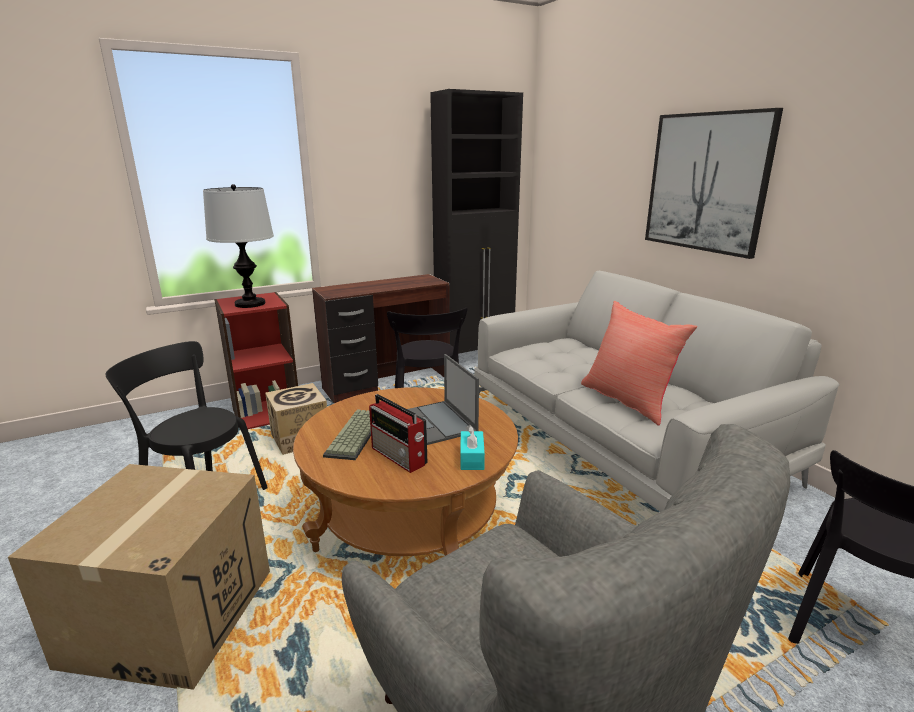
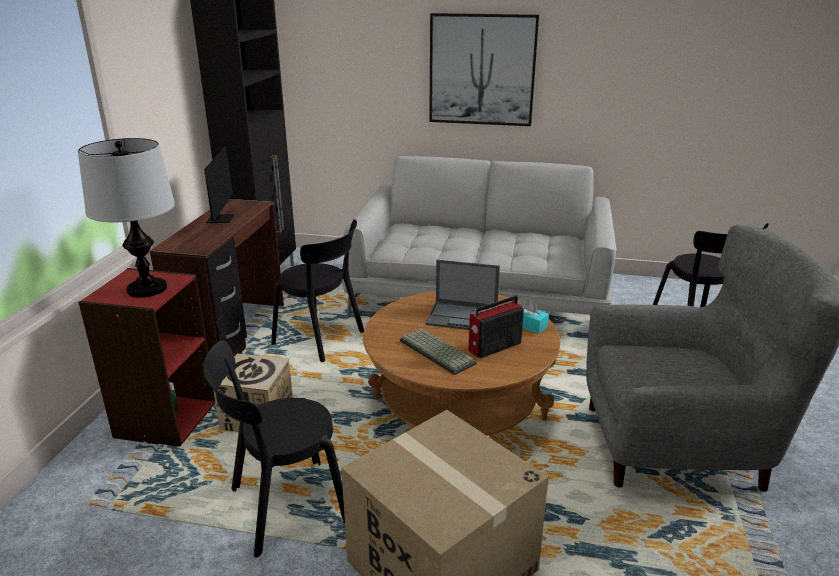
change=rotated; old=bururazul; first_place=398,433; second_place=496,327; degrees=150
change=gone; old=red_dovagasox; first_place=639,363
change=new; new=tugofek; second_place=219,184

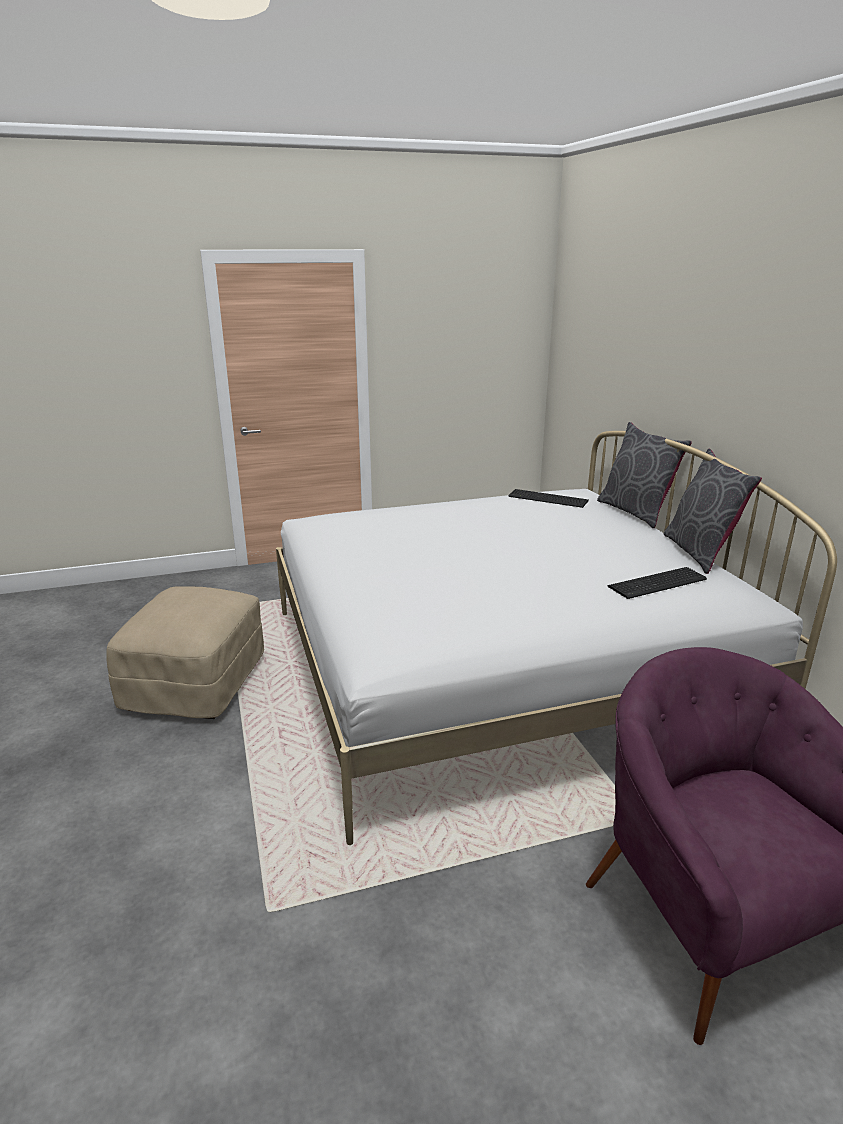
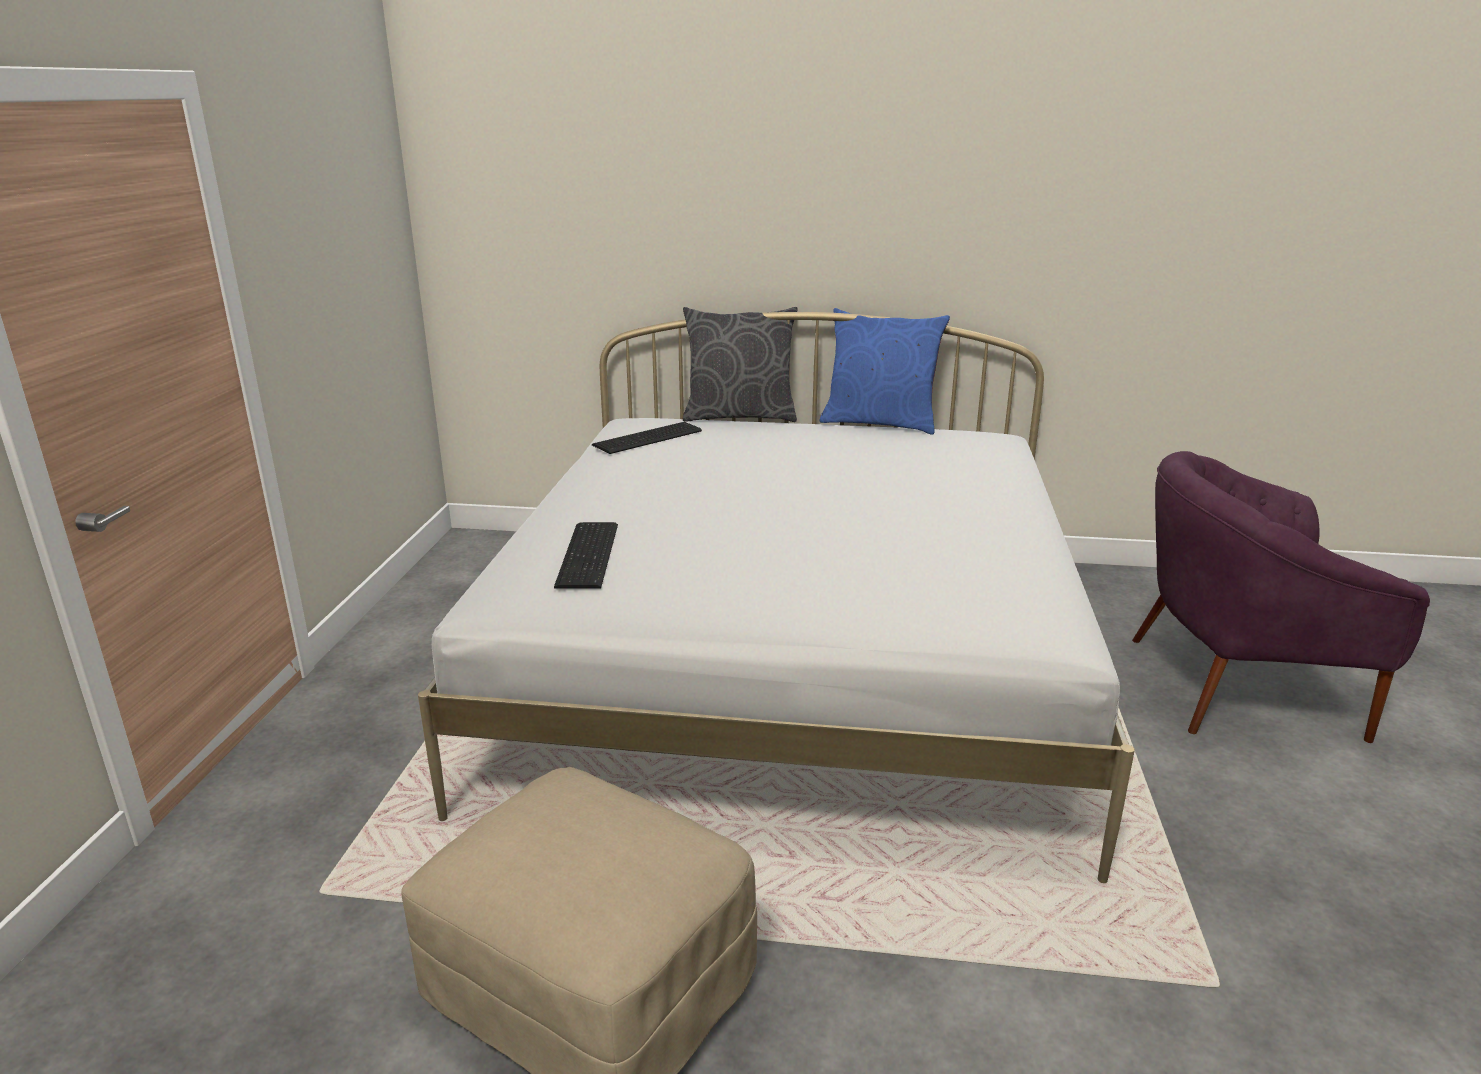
change=shifted; old=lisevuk; first_place=657,583; second_place=586,555
change=repainted; old=grey_dovagasox; new=blue_dovagasox; first_place=713,511; second_place=885,371

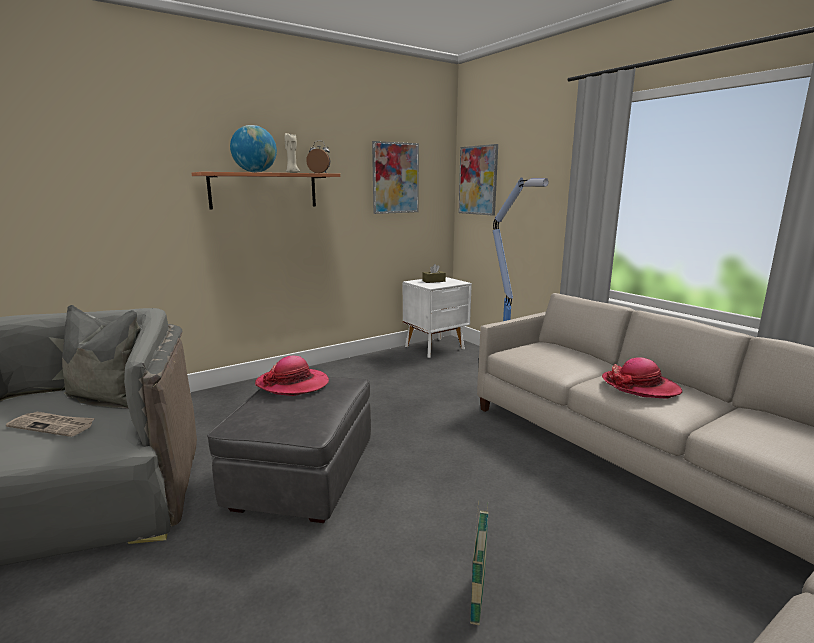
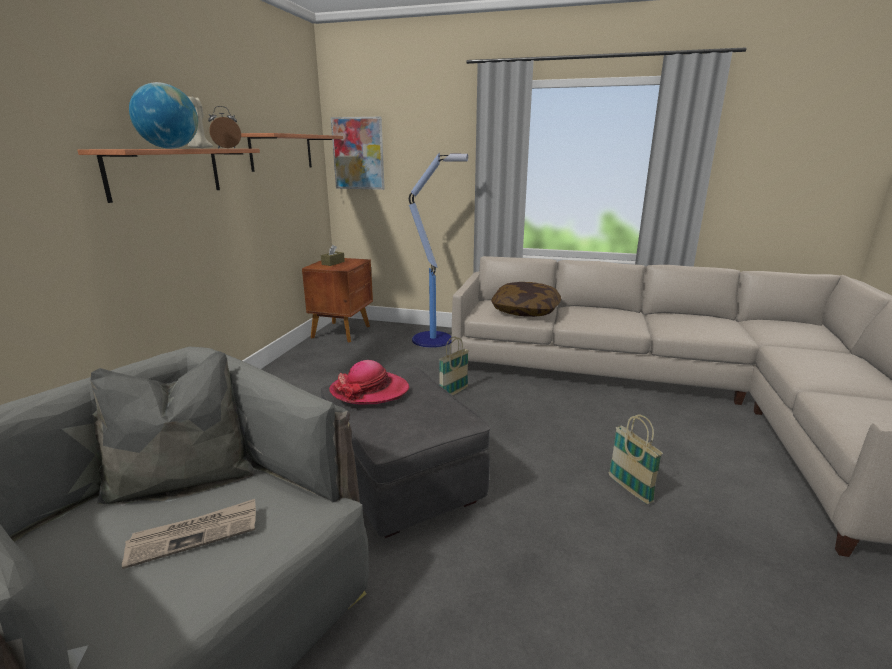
change=swapped; old=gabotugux; new=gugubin; first_place=395,177; second_place=292,152
change=repainted; old=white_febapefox; new=brown_febapefox; first_place=437,317; second_place=337,300
change=gone; old=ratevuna; first_place=642,378
change=new; new=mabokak; second_place=454,365
change=new; new=dovagasox; second_place=526,299

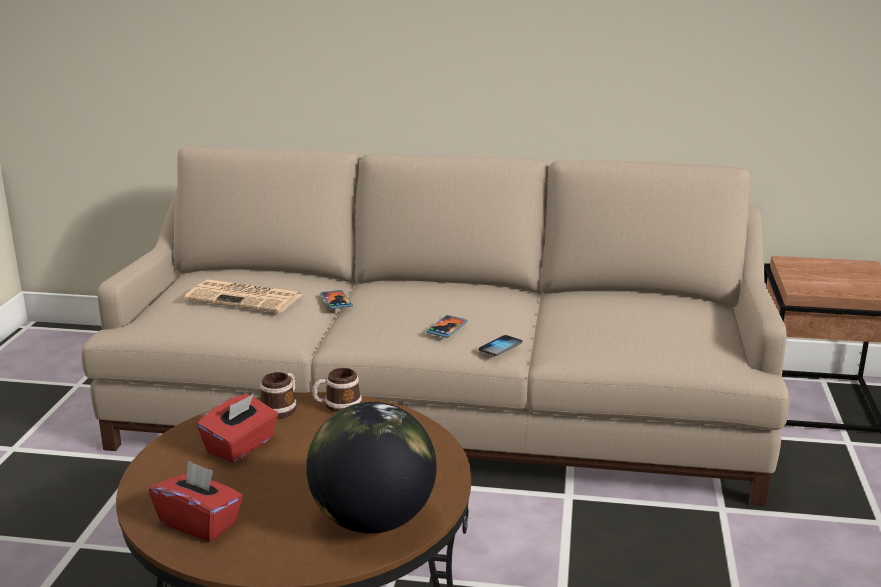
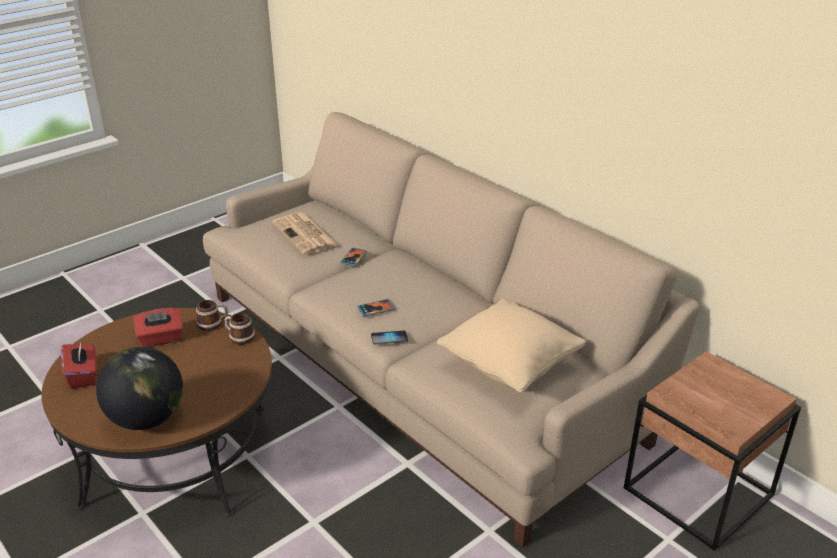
change=new; new=beige_dovagasox; second_place=511,346

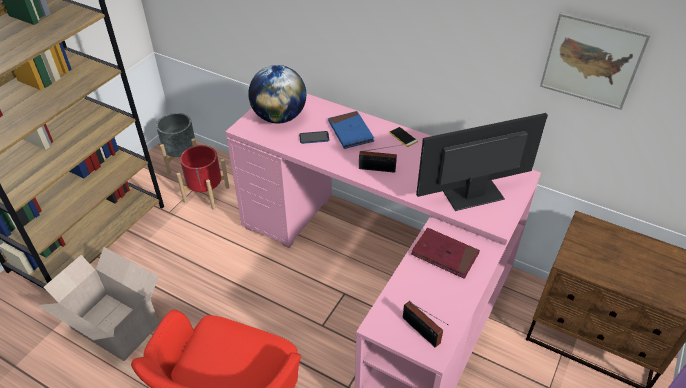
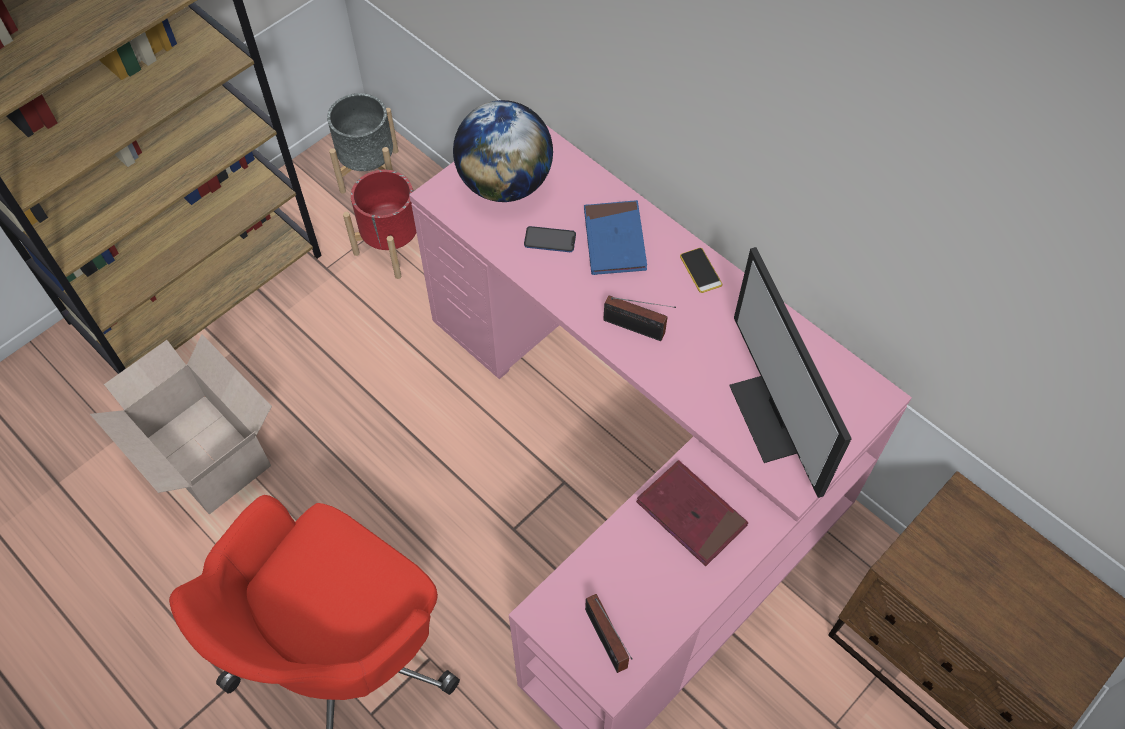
change=rotated; old=tugofek; first_place=482,162; second_place=790,372; degrees=-105
change=gone; old=gabotugux; first_place=595,61

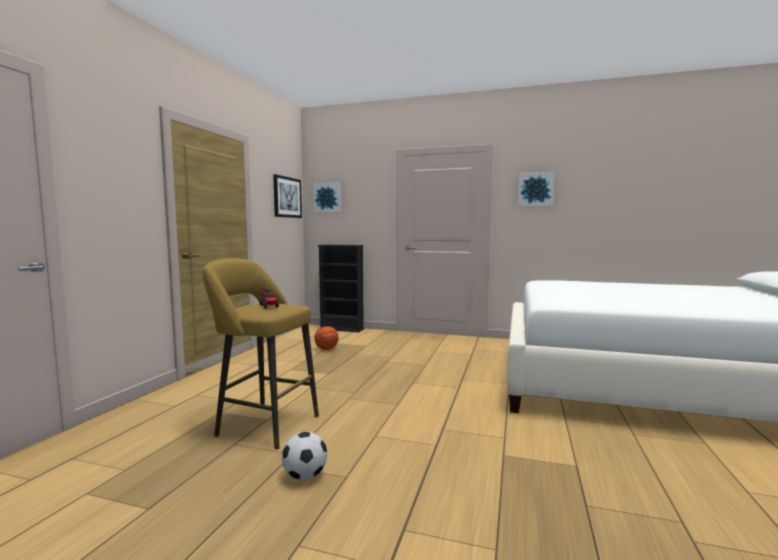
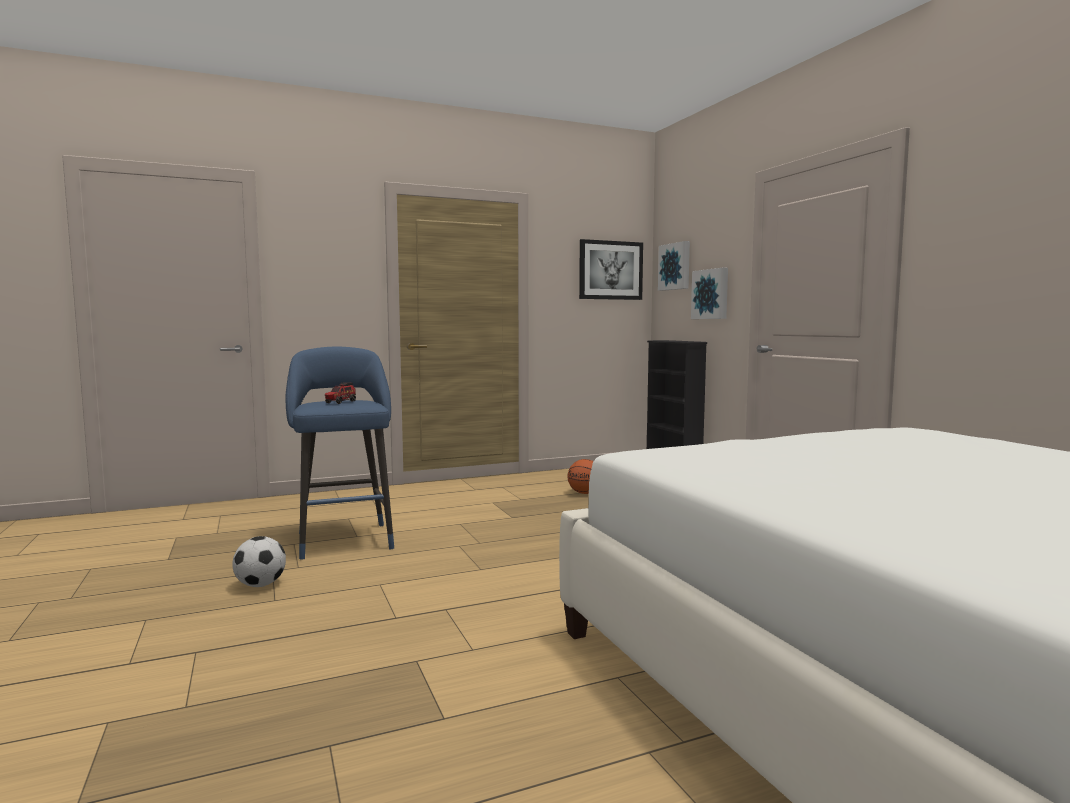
change=repainted; old=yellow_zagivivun; new=blue_zagivivun; first_place=261,353; second_place=340,453
change=shifted; old=gabotugux; first_place=536,189; second_place=709,293

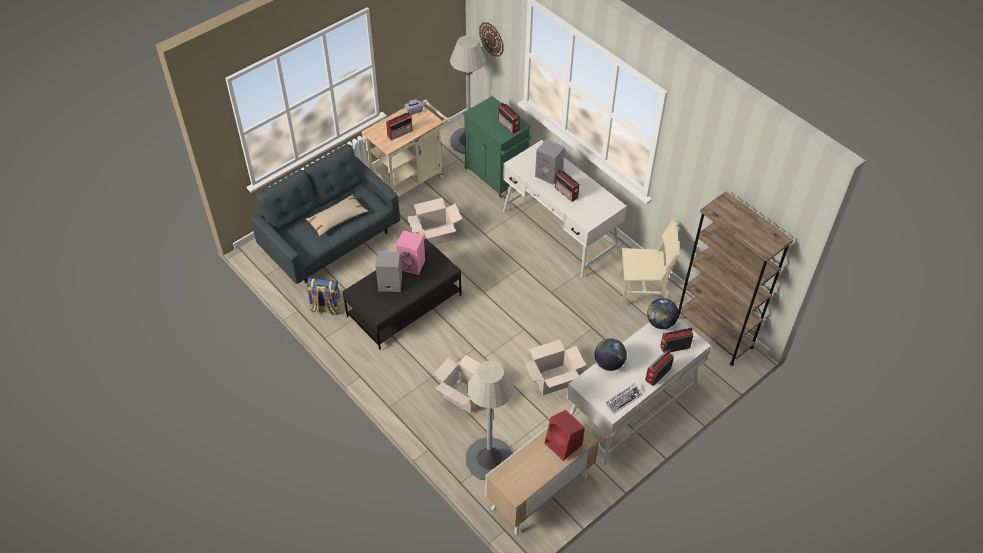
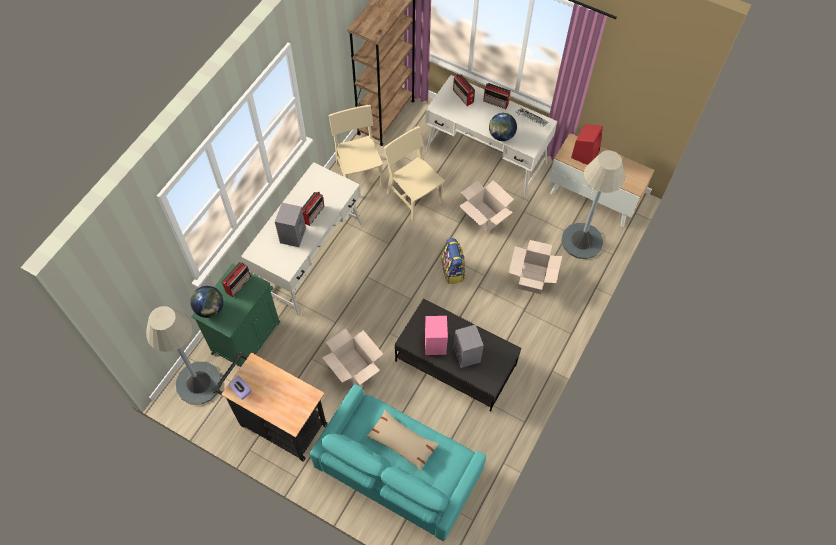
change=repainted; old=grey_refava; new=turquoise_refava; first_place=325,214; second_place=398,462
change=shifted; old=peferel; first_place=324,297; second_place=453,261
change=repainted; old=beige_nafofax; new=black_nafofax; first_place=405,148; second_place=270,407
change=gone; old=bururazul; first_place=399,126
change=gone; old=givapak; first_place=491,39
change=shifted; old=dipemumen; first_place=663,313; second_place=206,302
change=new; new=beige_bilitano; second_place=414,174

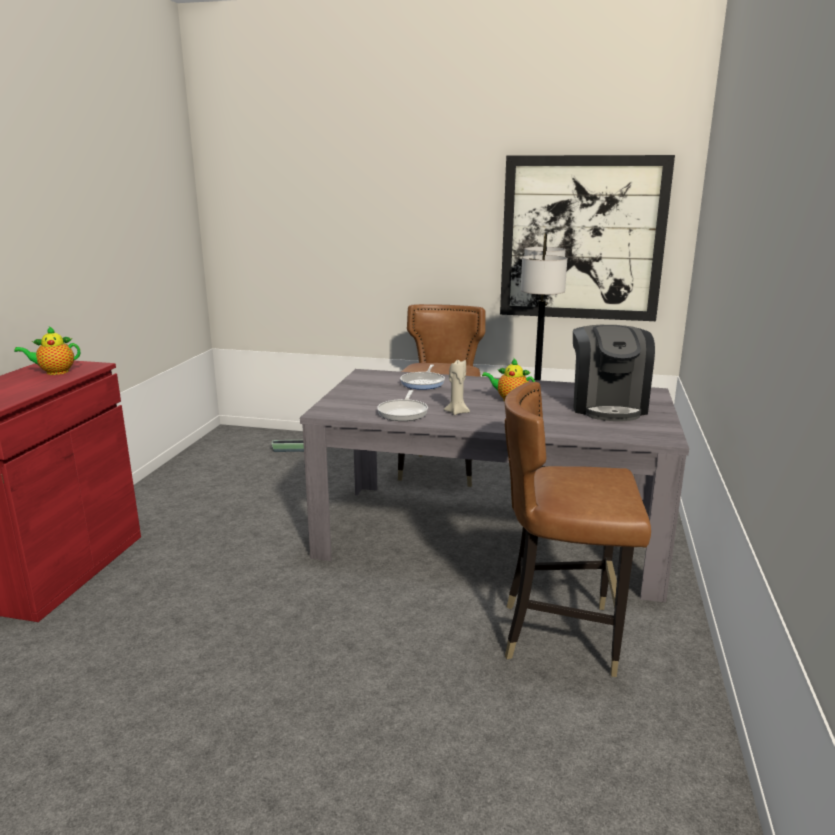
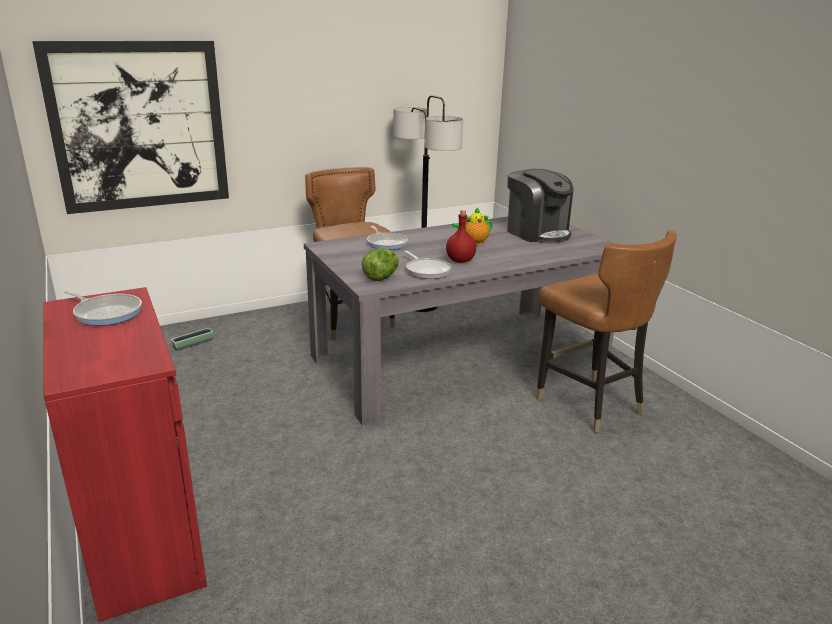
change=swapped; old=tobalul; new=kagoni; first_place=47,350; second_place=103,308
change=swapped; old=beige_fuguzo; new=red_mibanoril; first_place=457,387; second_place=461,236
change=shifted; old=gabotugux; first_place=587,238; second_place=130,127
change=rotated; old=brown_bilitano; first_place=577,529; second_place=606,331; degrees=-90
change=new; new=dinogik; second_place=380,264

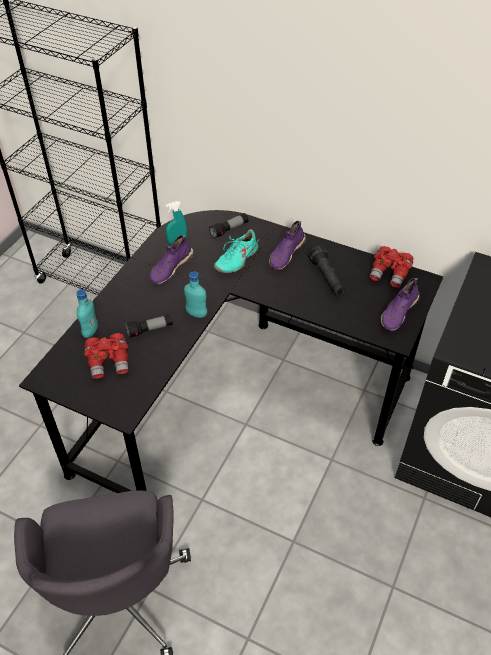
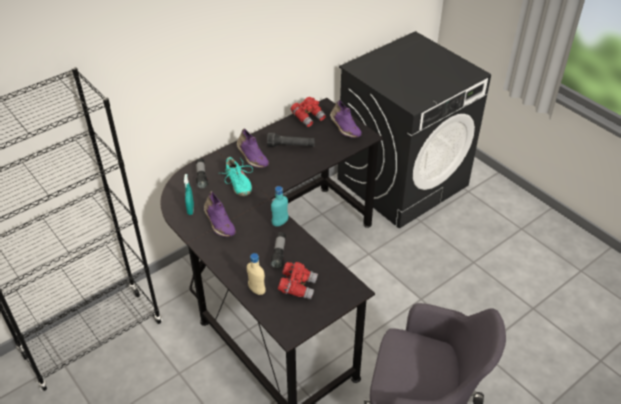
change=repainted; old=turquoise_mibanoril; new=beige_mibanoril; first_place=87,313; second_place=256,274

